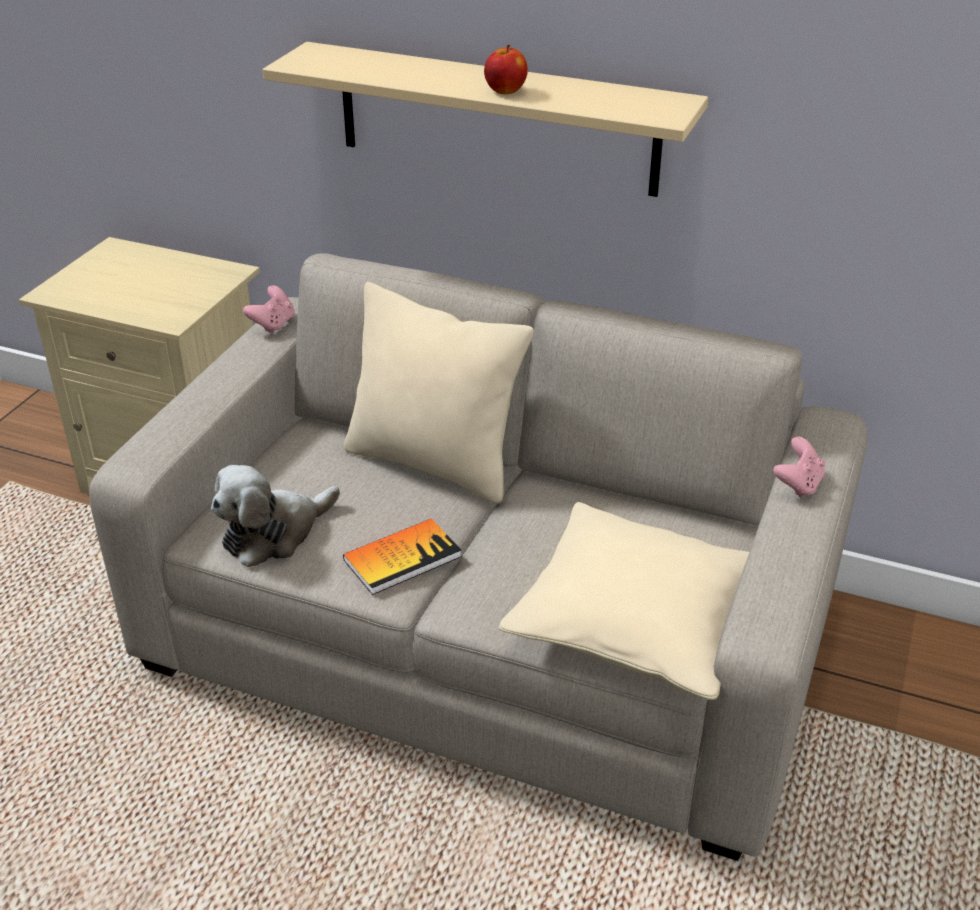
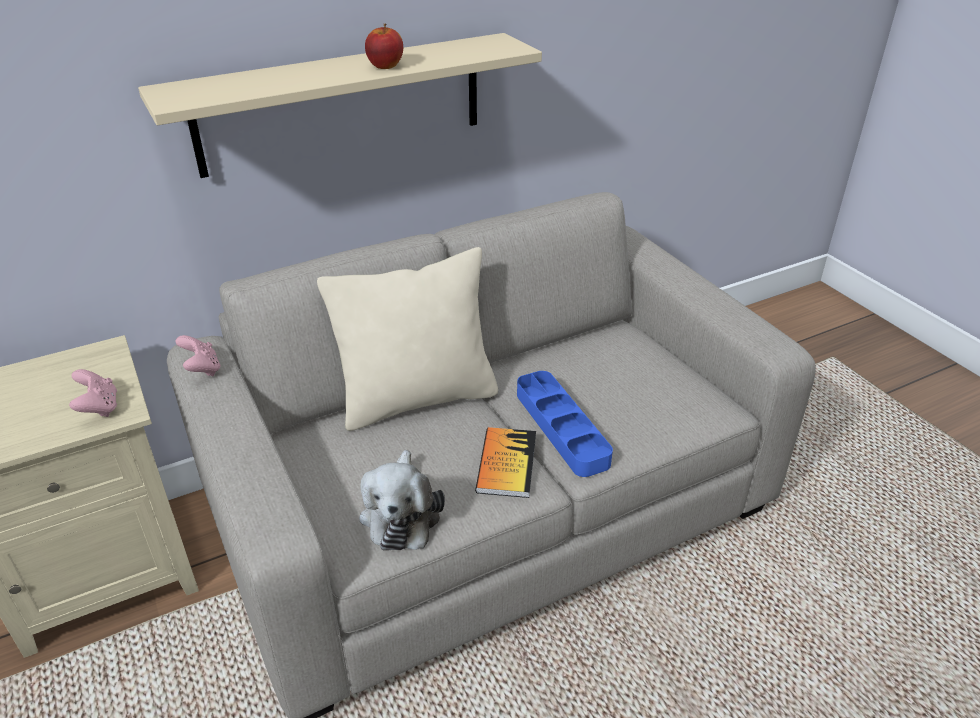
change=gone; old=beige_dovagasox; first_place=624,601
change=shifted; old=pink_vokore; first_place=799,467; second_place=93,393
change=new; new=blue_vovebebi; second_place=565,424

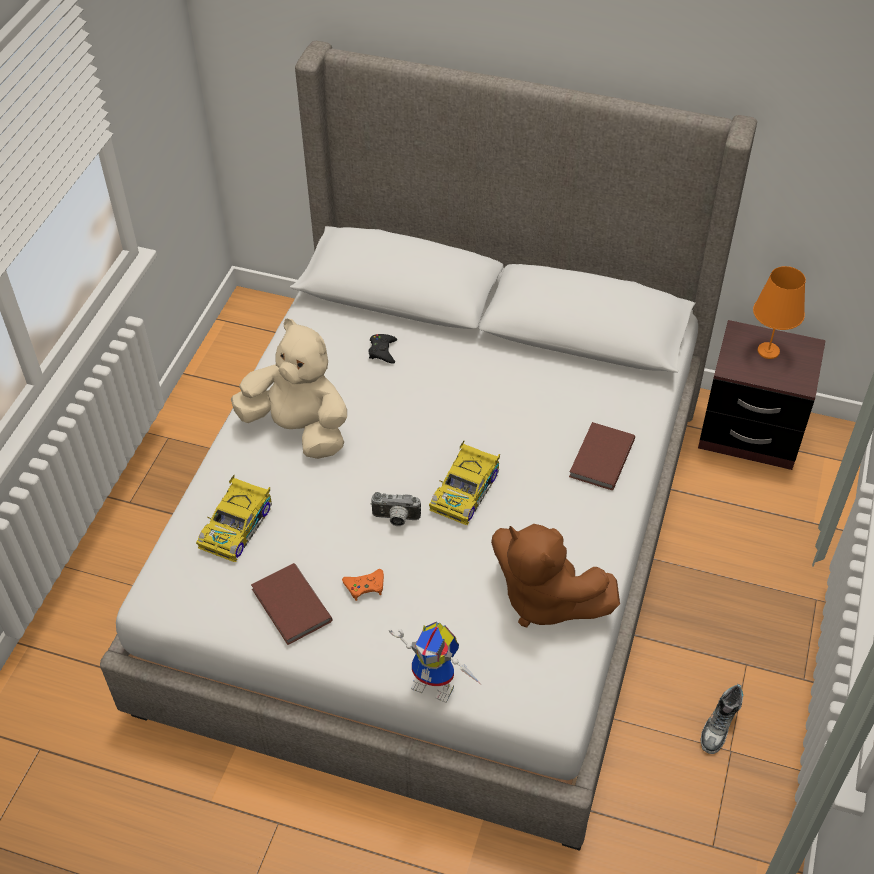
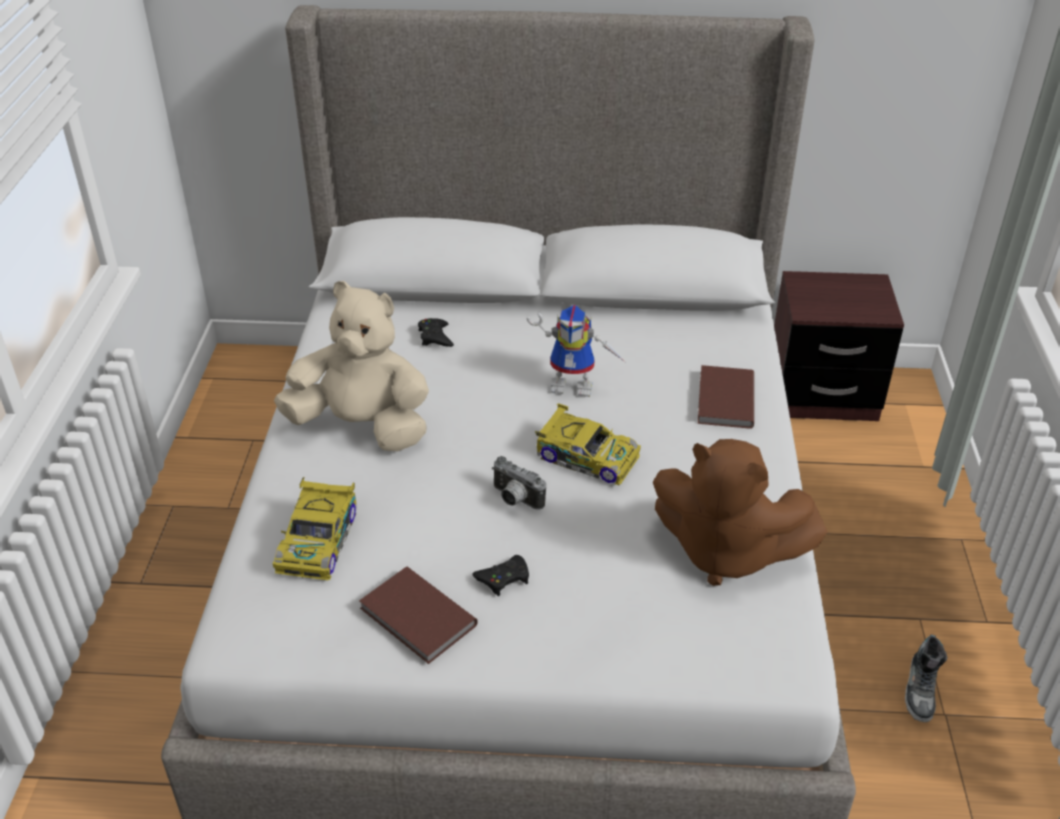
change=repainted; old=orange_vokore; new=black_vokore; first_place=363,585; second_place=500,575
change=rotated; old=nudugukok; first_place=395,509; second_place=519,483; degrees=45
change=shifted; old=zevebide; first_place=435,662; second_place=576,351
change=rotated; old=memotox; first_place=464,482; second_place=588,444; degrees=-75
change=gone; old=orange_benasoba; first_place=779,312

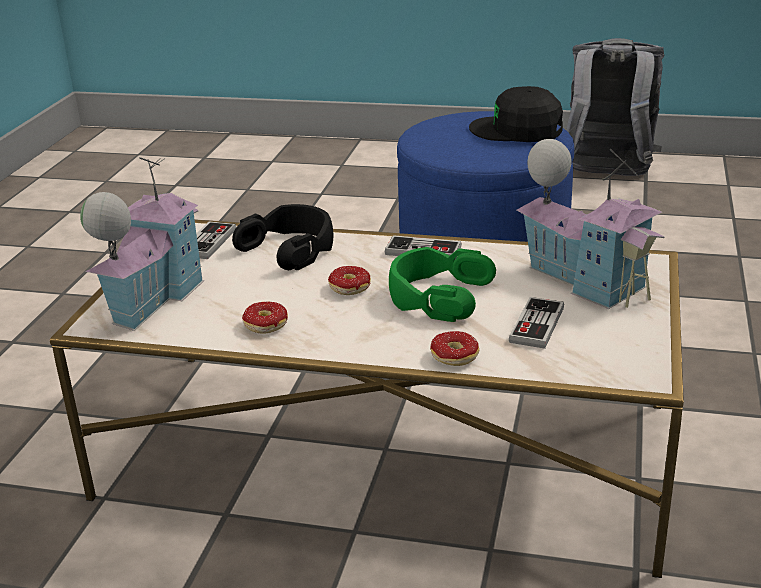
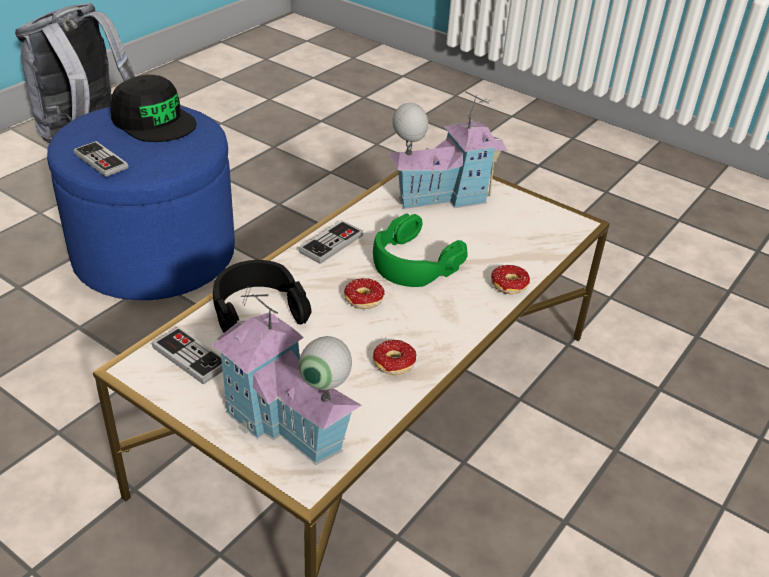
change=rotated; old=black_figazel; first_place=516,114; second_place=153,108; degrees=-90
change=shifted; old=vokore; first_place=536,323; second_place=101,159

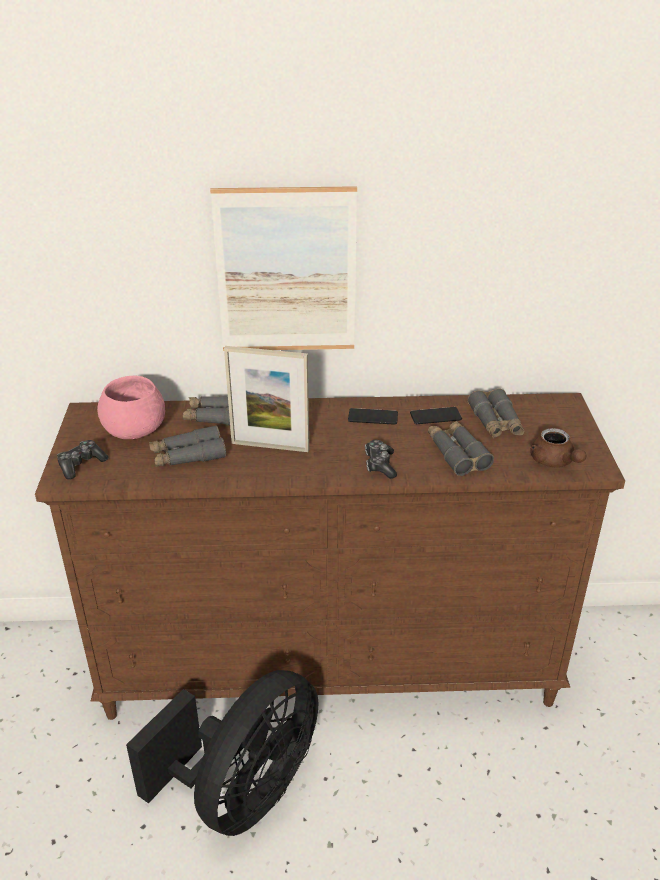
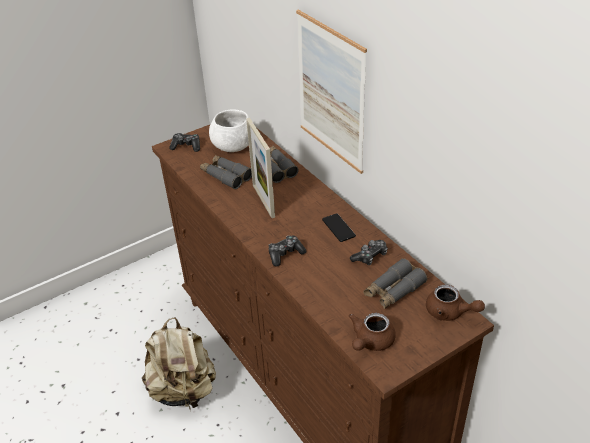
change=repainted; old=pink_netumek; new=white_netumek; first_place=131,407; second_place=229,130
change=swapped; old=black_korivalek; new=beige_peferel; first_place=222,753; second_place=179,364
change=swapped; old=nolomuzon; new=vokore; first_place=436,415; second_place=369,252
change=gone; old=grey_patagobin; first_place=461,448
change=new; new=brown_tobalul; second_place=455,303

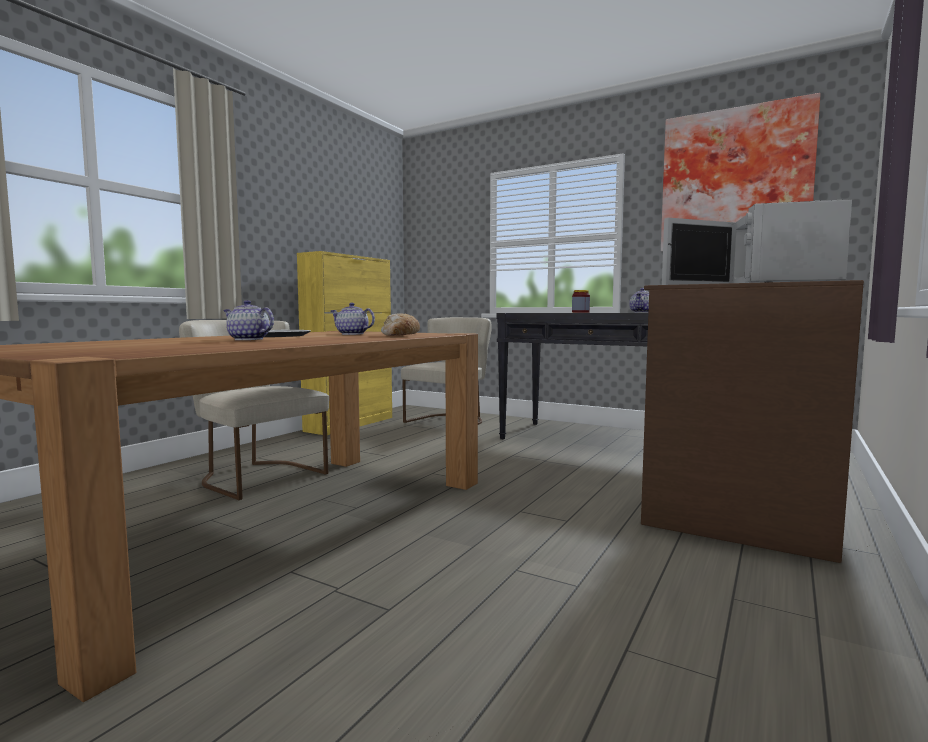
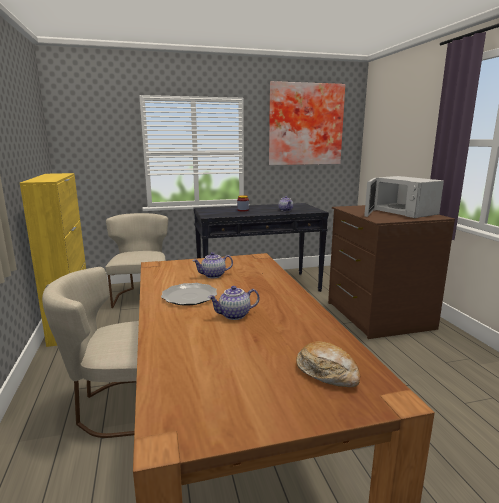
change=shifted; old=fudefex; first_place=400,324; second_place=328,364

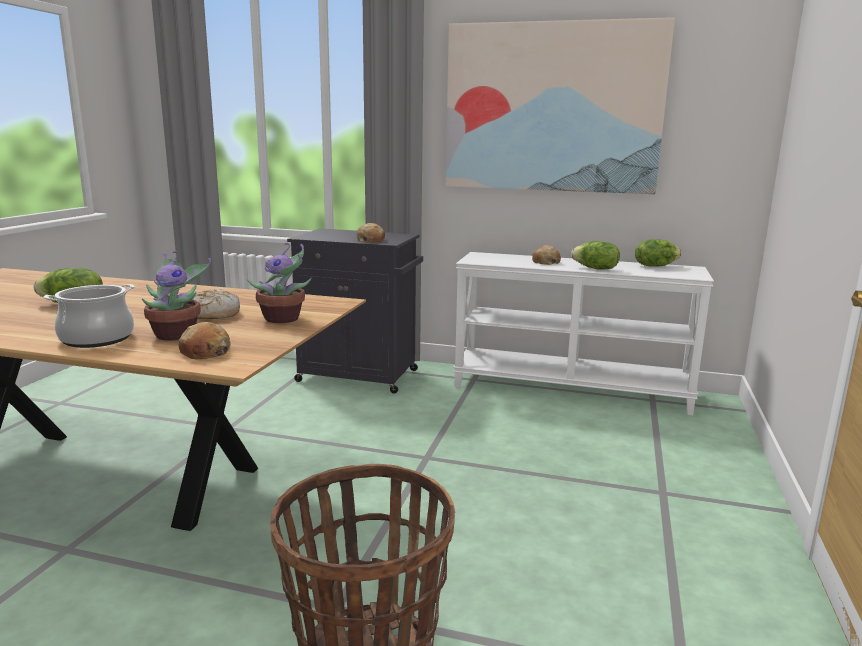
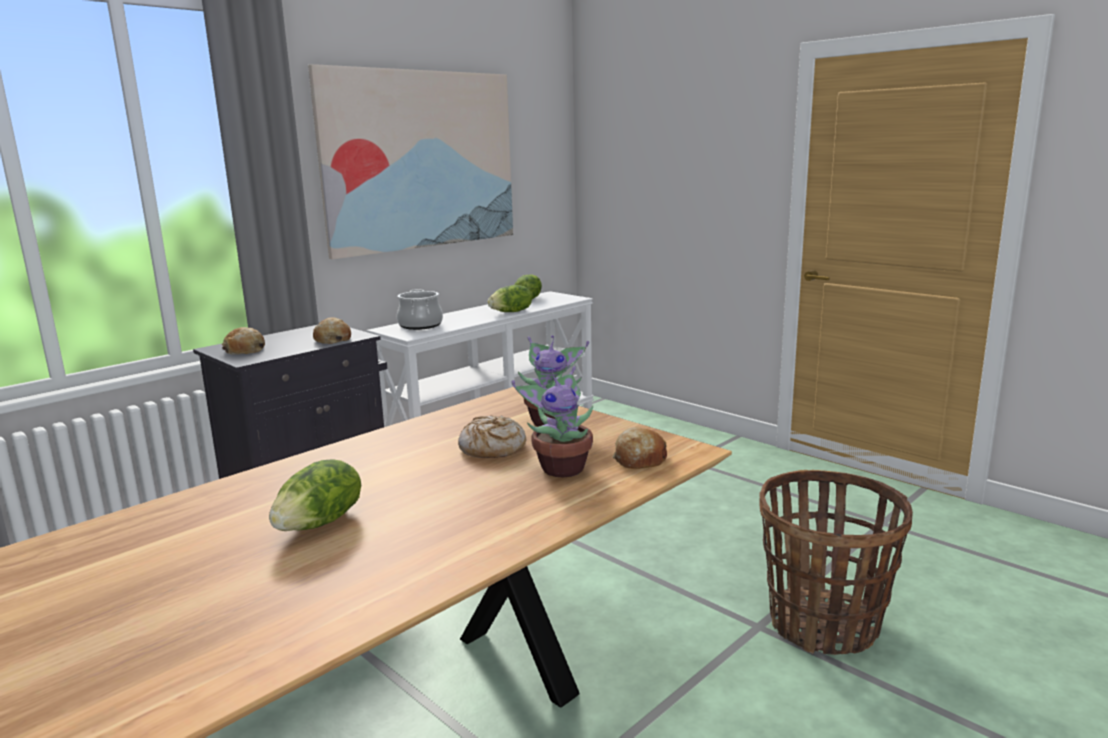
change=shifted; old=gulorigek; first_place=89,316; second_place=420,309
change=shifted; old=fudefex; first_place=546,255; second_place=243,341

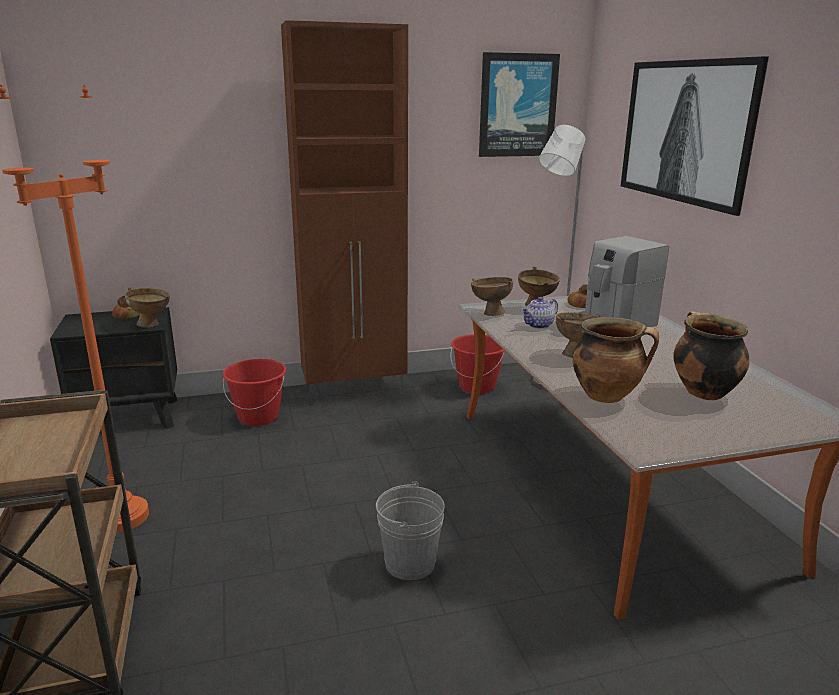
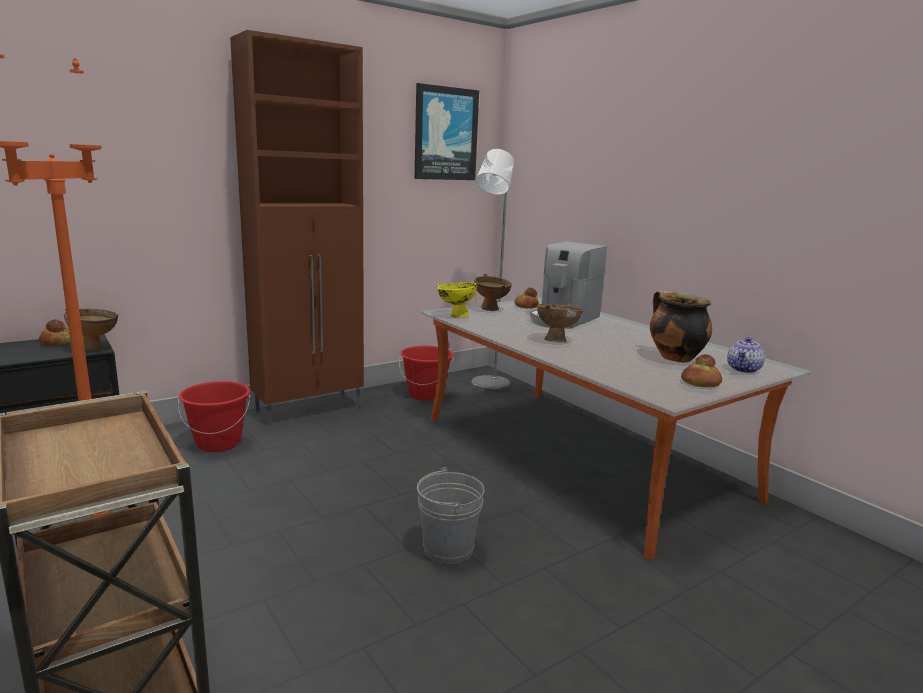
change=repainted; old=brown_netumek; new=yellow_netumek; first_place=492,296; second_place=457,300
change=shifted; old=tobalul; first_place=540,313; second_place=746,355
change=gone; old=gulorigek; first_place=616,360
change=gone; old=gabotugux; first_place=695,136
change=new; new=fudefex; second_place=701,370

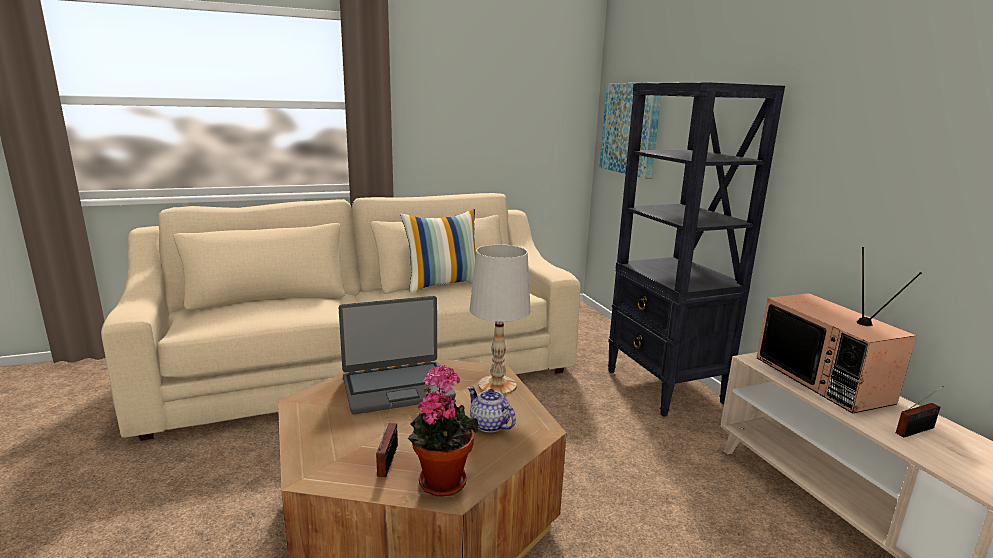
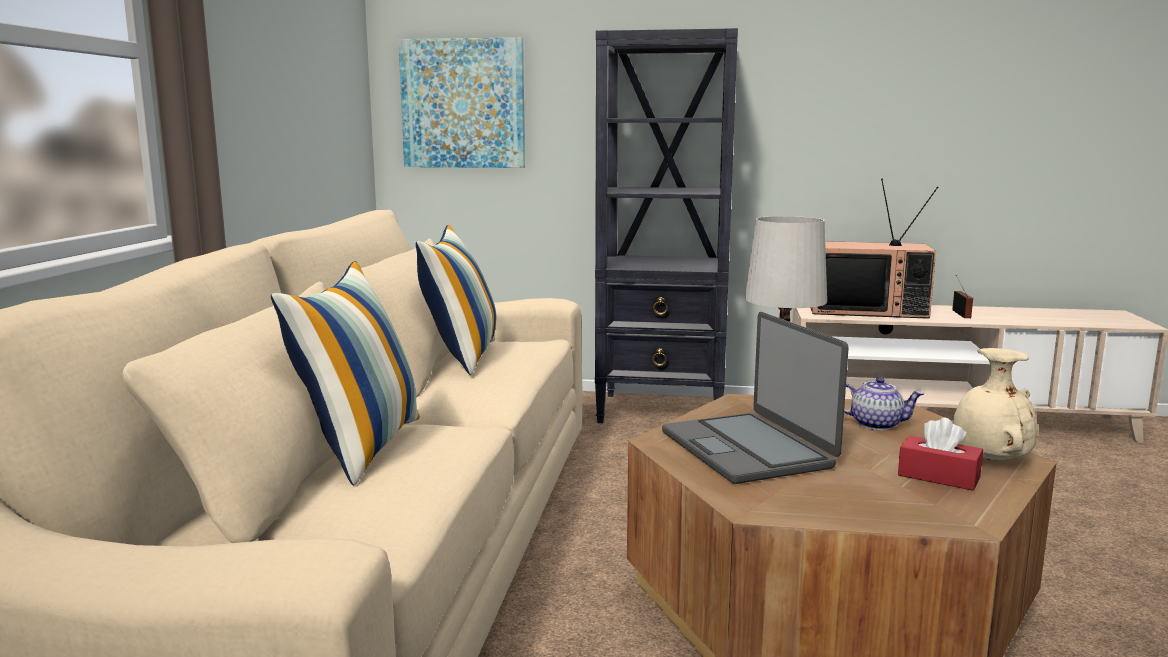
change=rotated; old=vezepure; first_place=397,355; second_place=755,398; degrees=150
change=swapped; old=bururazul; new=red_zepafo; first_place=387,439; second_place=940,454
change=swapped; old=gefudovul; new=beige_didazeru; first_place=443,430; second_place=995,404
change=rotated; old=tobalul; first_place=492,409; second_place=884,403; degrees=-150
change=new; new=dovagasox; second_place=345,373

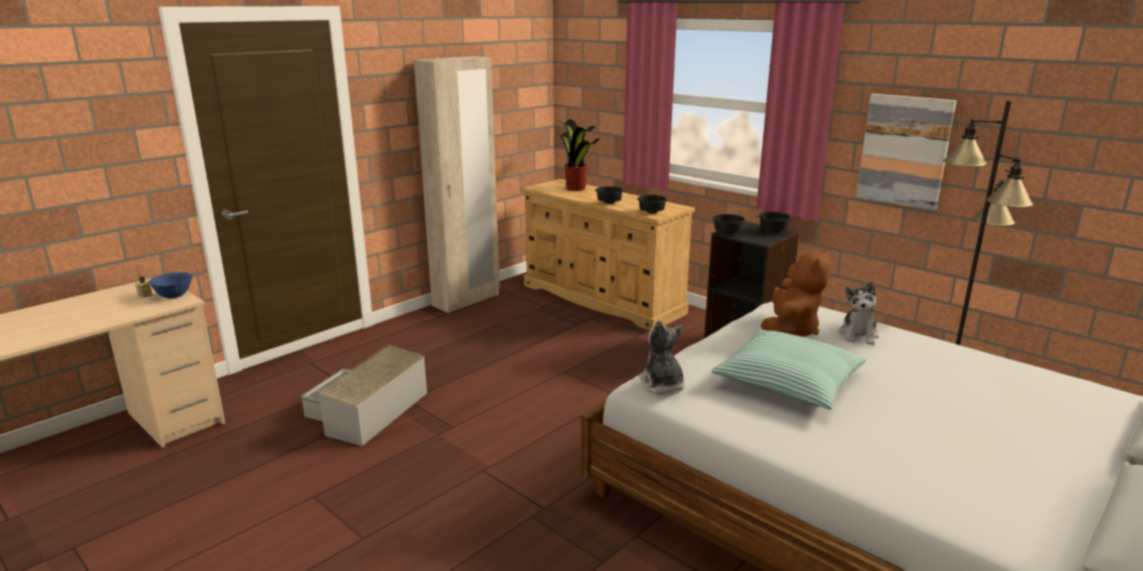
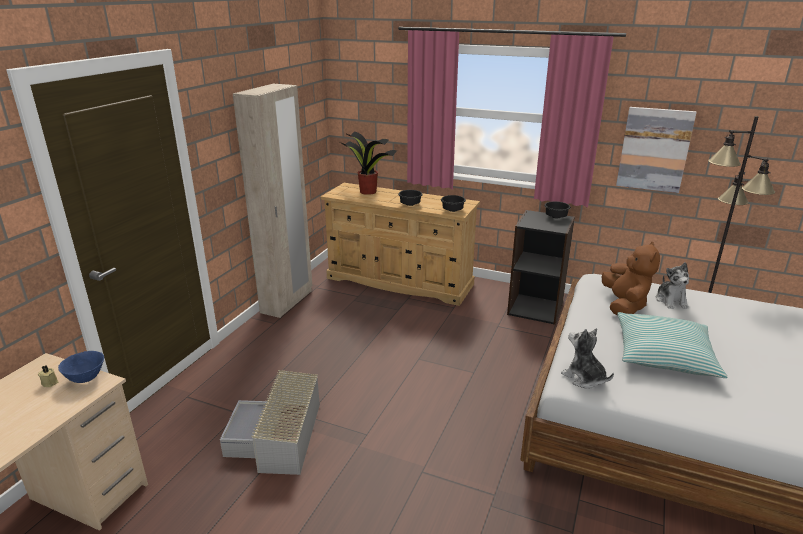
change=gone; old=black_netumek; first_place=729,224

